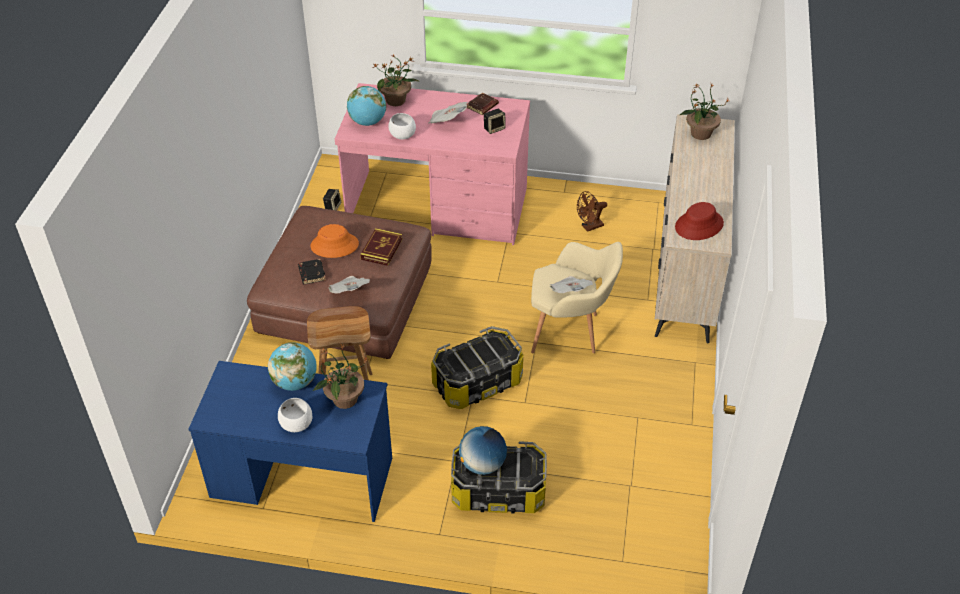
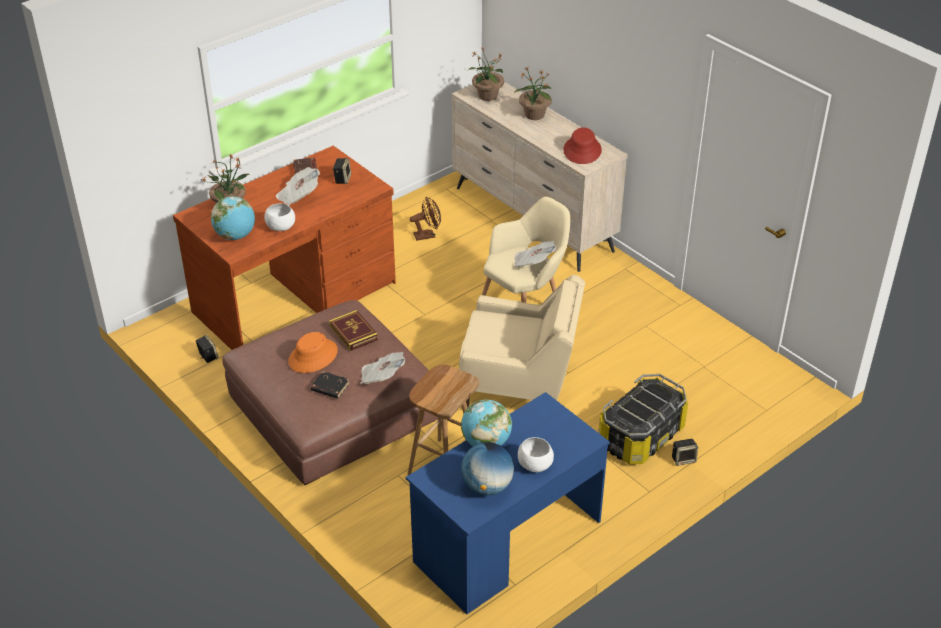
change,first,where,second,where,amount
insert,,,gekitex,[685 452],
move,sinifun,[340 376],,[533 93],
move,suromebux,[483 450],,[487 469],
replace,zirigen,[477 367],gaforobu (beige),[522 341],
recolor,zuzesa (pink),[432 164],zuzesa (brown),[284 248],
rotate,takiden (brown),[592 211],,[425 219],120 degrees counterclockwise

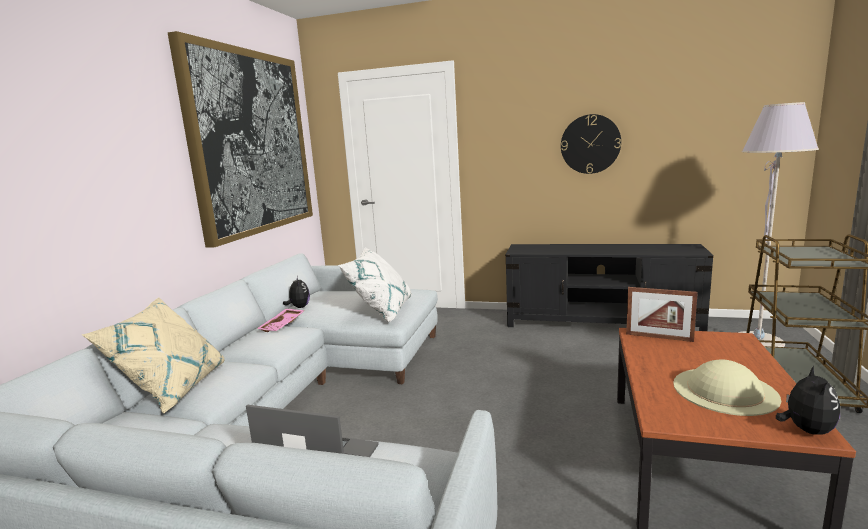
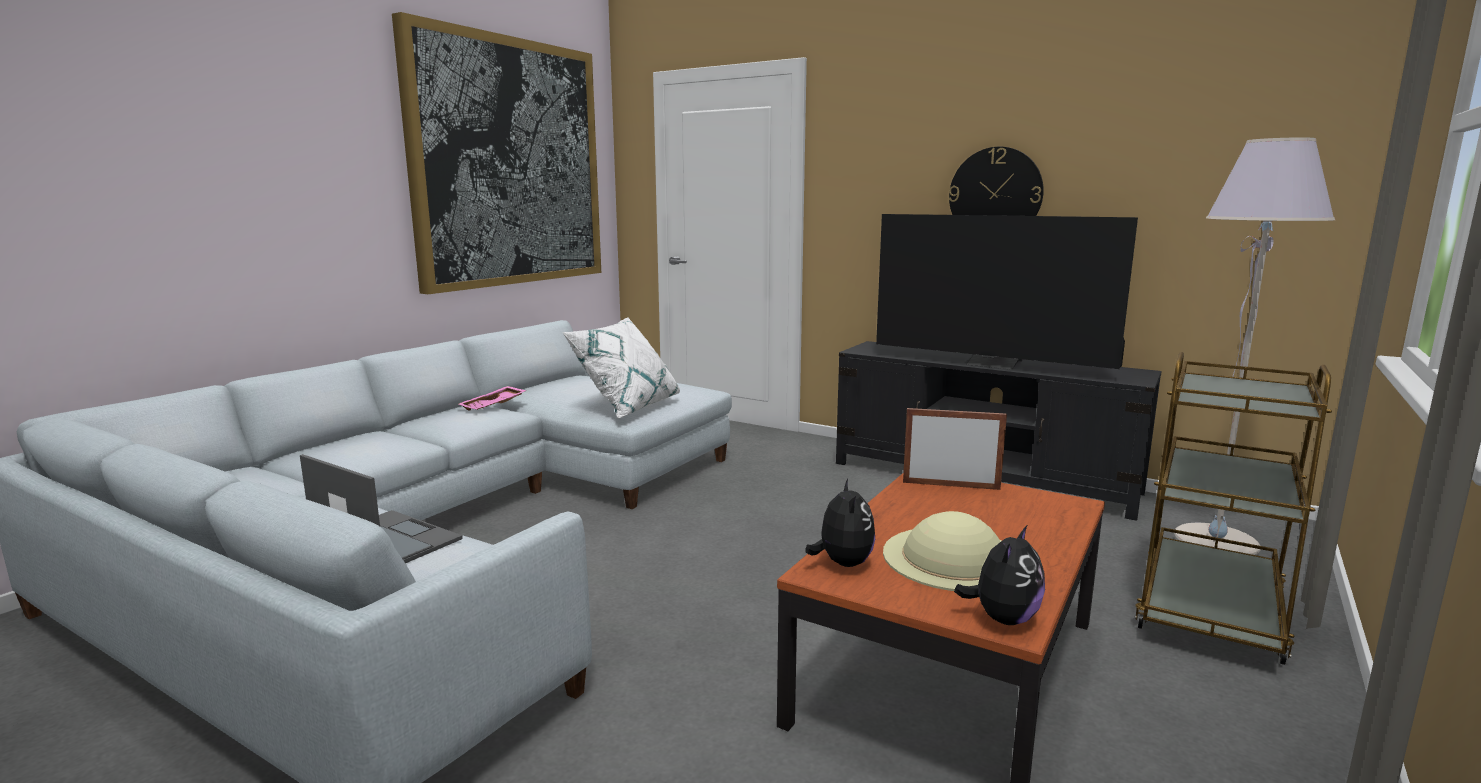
change,first,where,second,where,amount
delete,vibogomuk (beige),[153 355],,,
insert,,,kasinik,[1007 292],
move,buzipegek,[296 292],,[840 523],
rotate,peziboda,[662 314],,[955 449],150 degrees clockwise

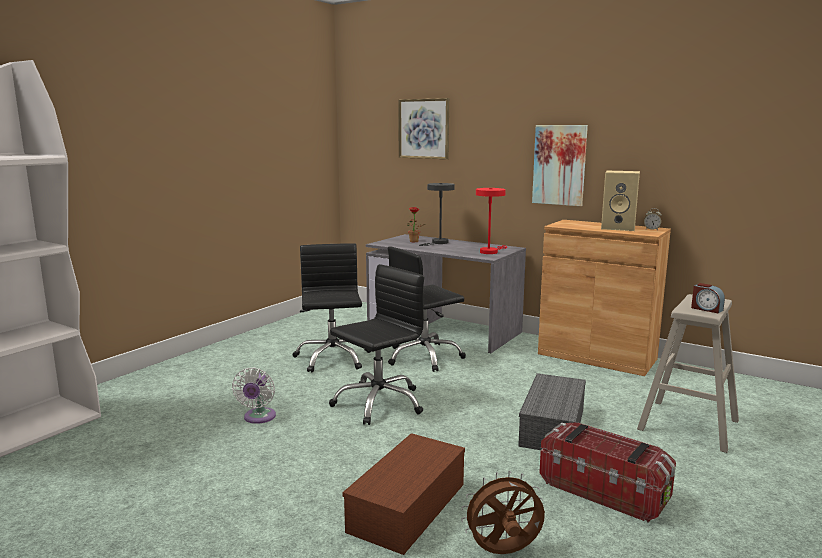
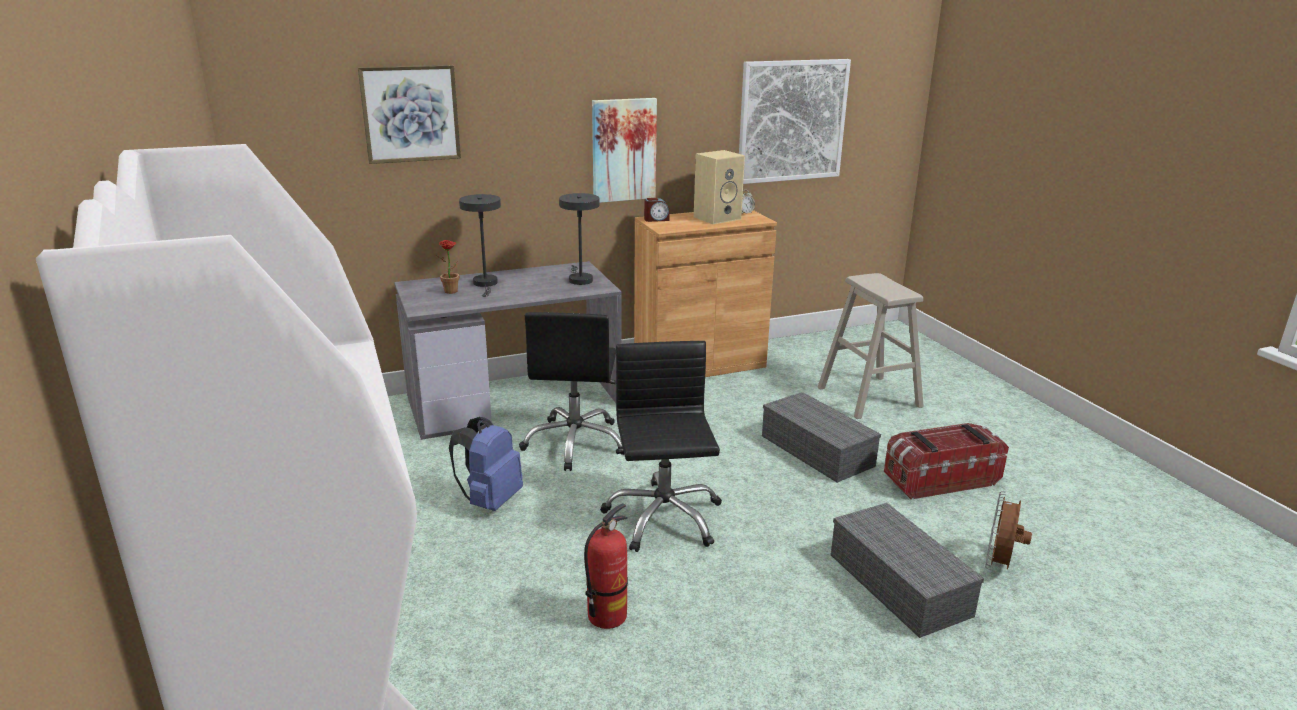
change,first,where,second,where,amount
insert,,,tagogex,[795 121],
move,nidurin,[708 298],,[657 210],
replace,takiden (white),[254 396],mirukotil,[606 566],
replace,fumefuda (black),[331 308],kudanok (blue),[486 464],
recolor,zirigen (brown),[403 494],zirigen (grey),[907 570],
recolor,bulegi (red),[491 221],bulegi (grey),[579 239],

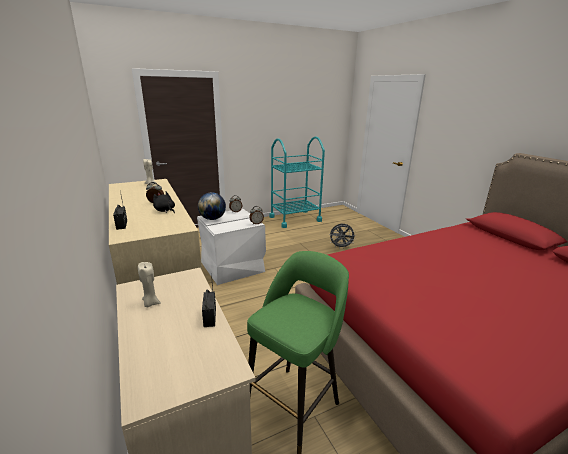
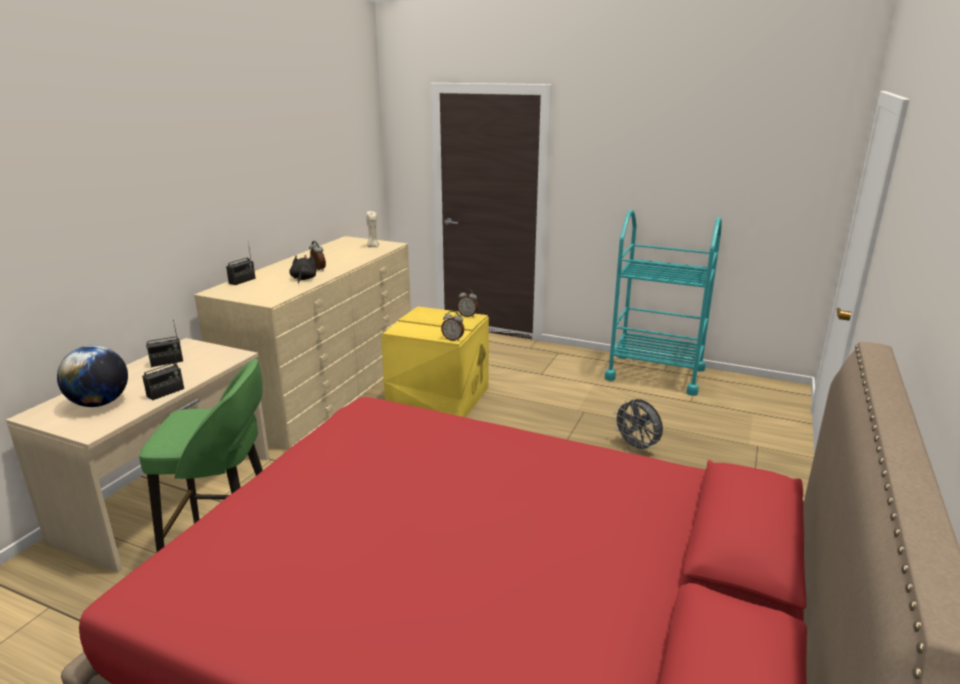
change,first,where,second,where,amount
move,suromebux,[212 206],,[92 376],
replace,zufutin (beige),[149 284],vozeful,[164 343],
recolor,zirigen (white),[231 247],zirigen (yellow),[435 361],

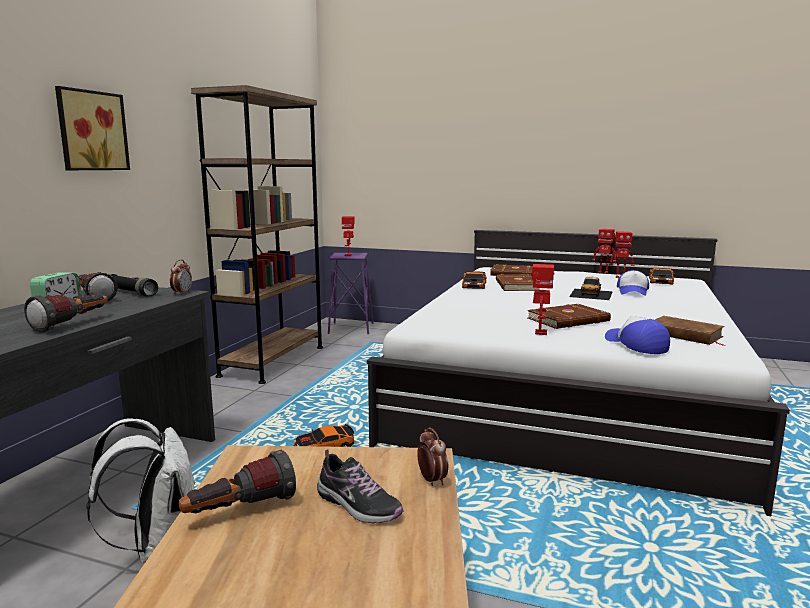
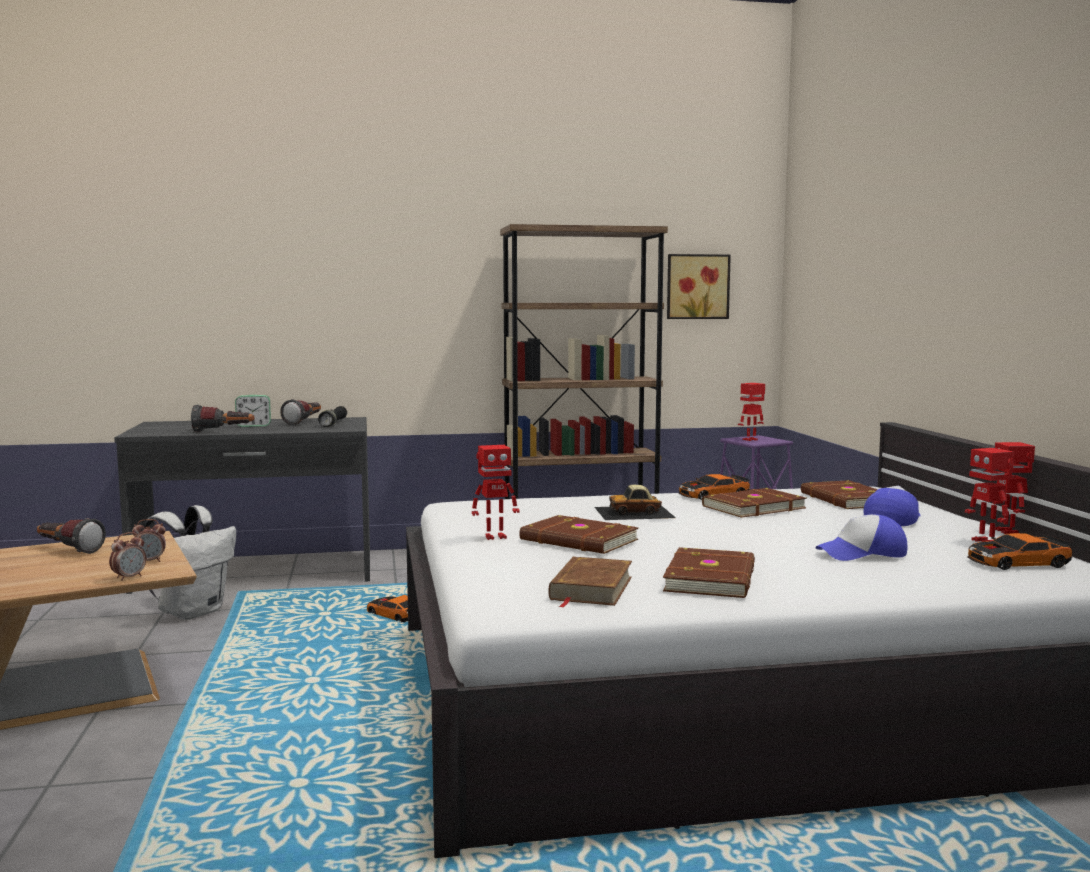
change,first,where,second,where,amount
delete,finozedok,[360 486],,,
insert,,,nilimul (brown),[709 573],
move,tagogex,[92 128],,[699 286],
move,nidurin,[181 277],,[149 540],
move,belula,[591 288],,[635 502],
move,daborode,[637 335],,[892 506],

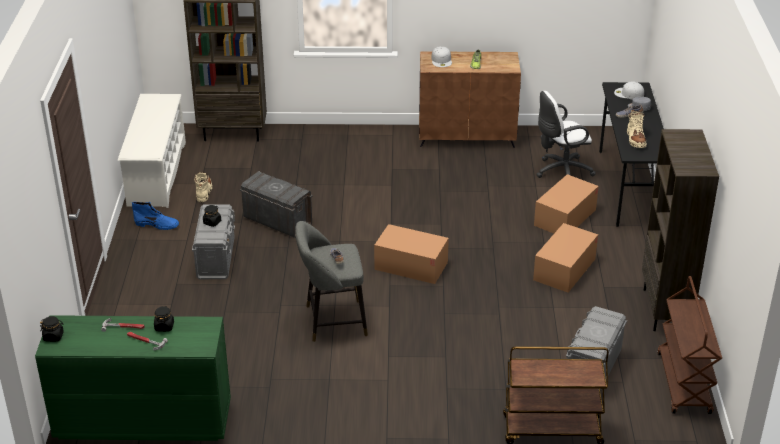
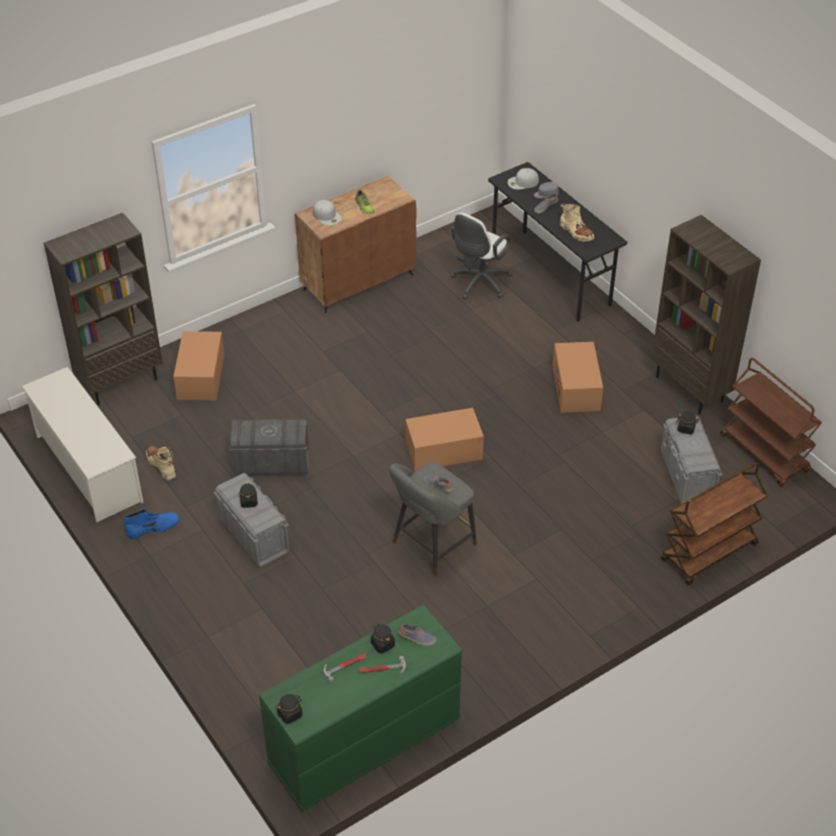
change,first,where,second,where,amount
insert,,,finozedok,[418 634],
insert,,,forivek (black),[688 423],
move,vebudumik,[566 204],,[198 365],

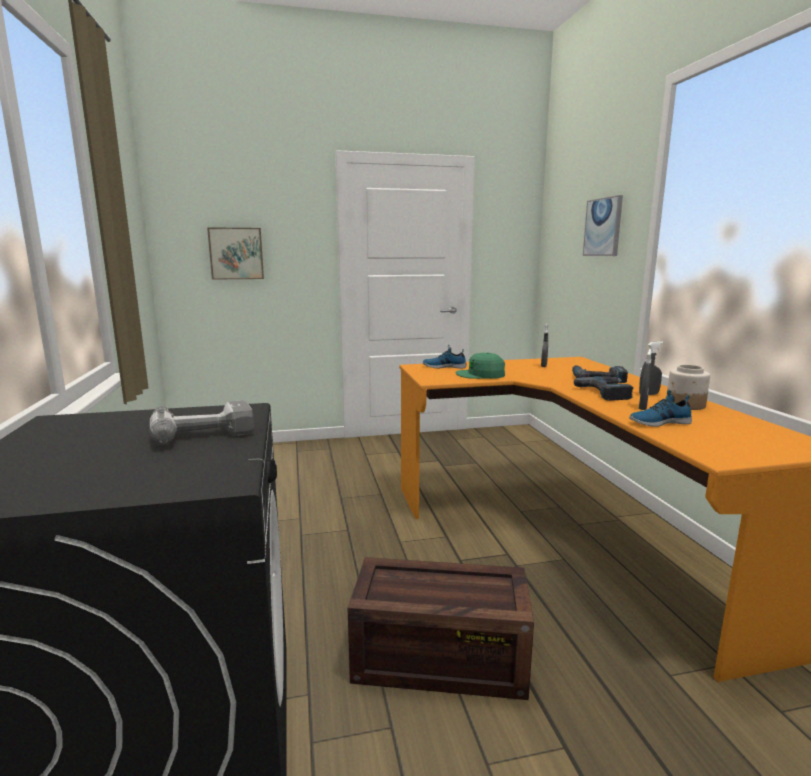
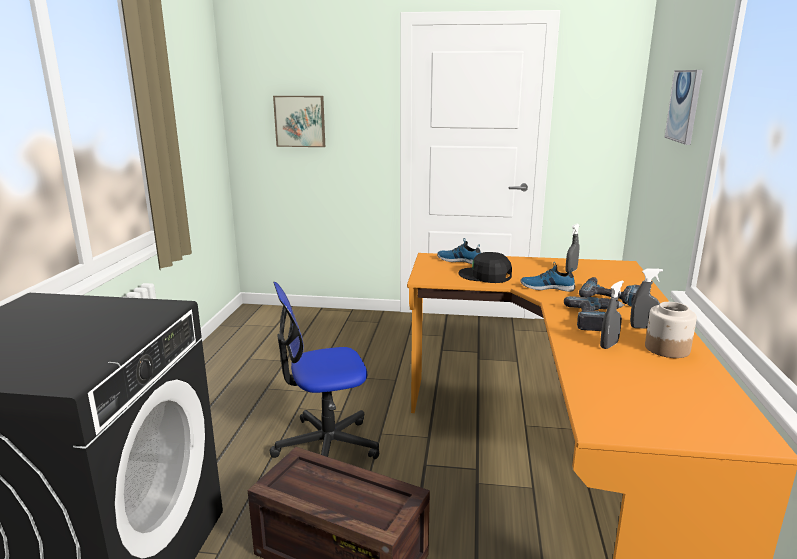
change,first,where,second,where,amount
delete,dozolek,[201 422],,,
insert,,,fumefuda,[324 370],
move,finozedok,[660 408],,[547 277],
recolor,daborode (green),[480 366],daborode (black),[485 267],

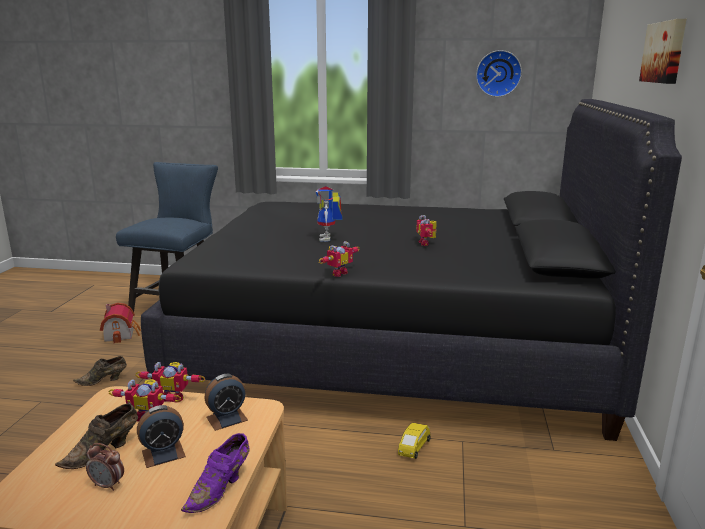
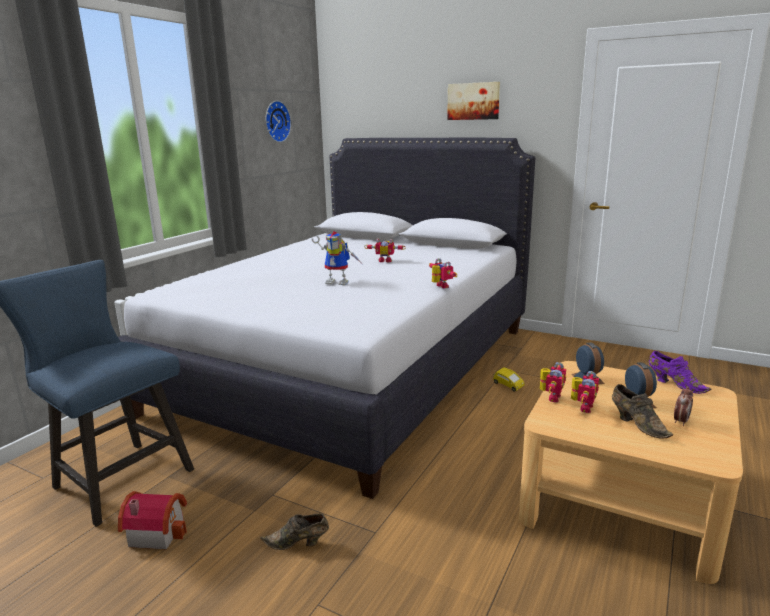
change,first,where,second,where,amount
recolor,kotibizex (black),[411 270],kotibizex (white),[326 318],
rotate,finozedok (brown),[100 371],,[294 531],90 degrees clockwise

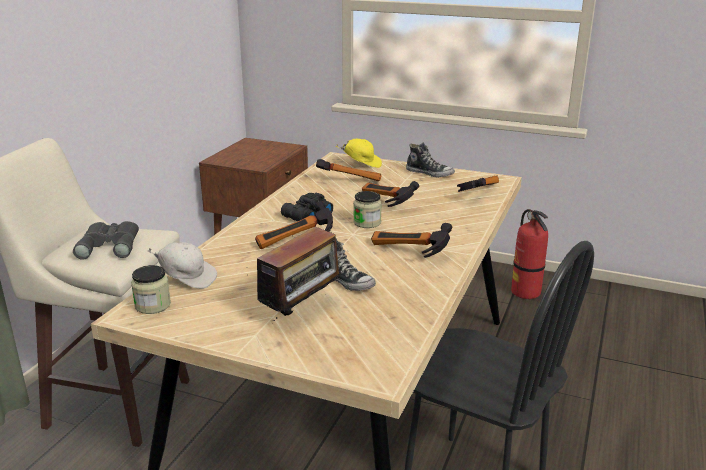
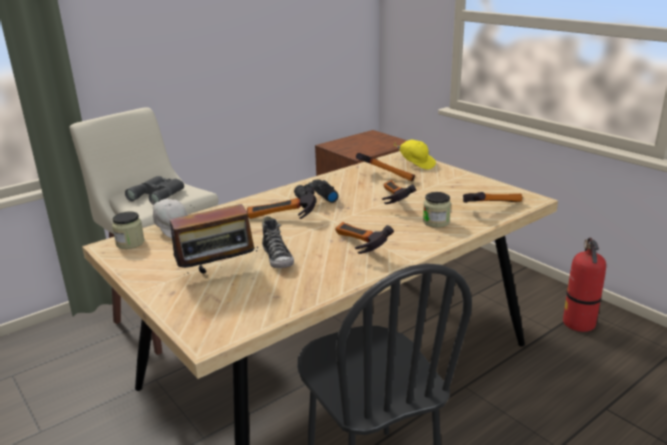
change,first,where,second,where,amount
delete,finozedok,[430 160],,,
move,forivek,[367 209],,[437 210],

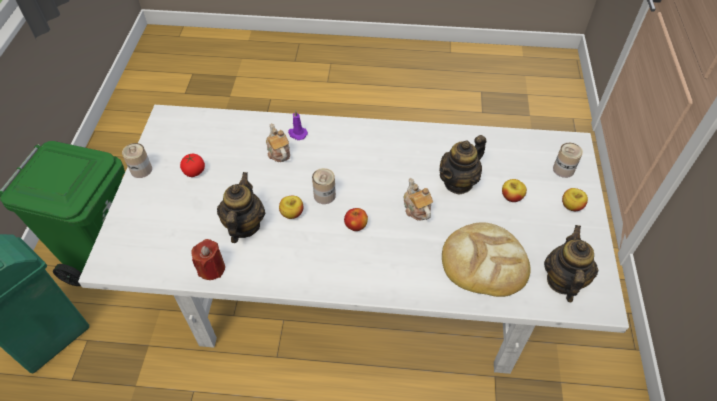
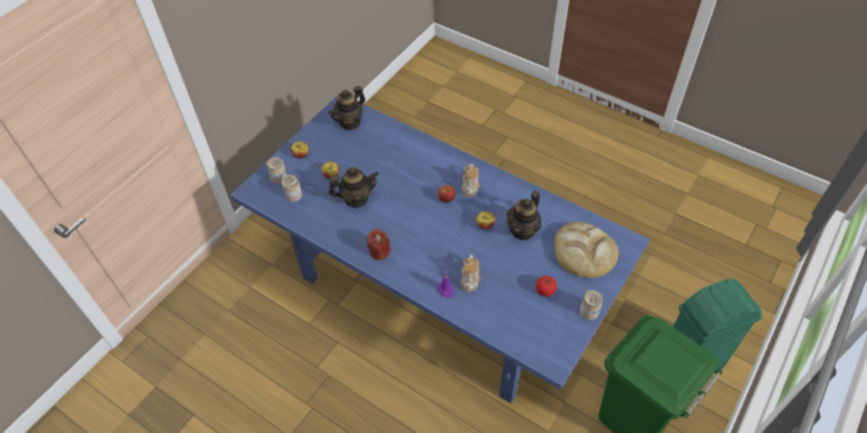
change,first,where,second,where,amount
move,zufutin (red),[208 259],,[378 244],
move,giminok,[324 186],,[291 188],
move,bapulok,[418 199],,[471 180],
move,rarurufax,[486 259],,[586 250],
recolor,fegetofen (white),[353 239],fegetofen (blue),[440 248],

